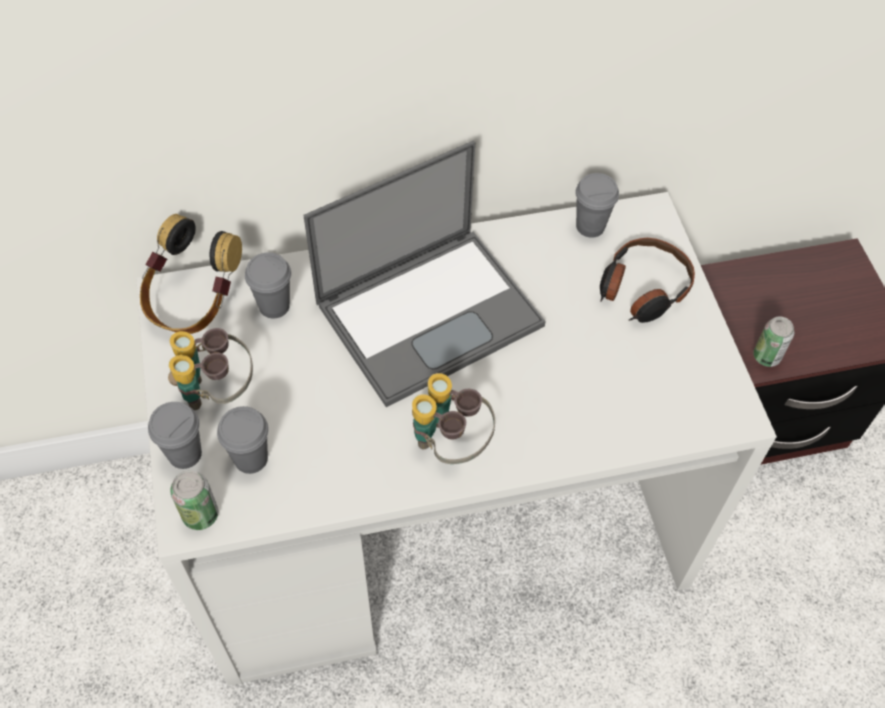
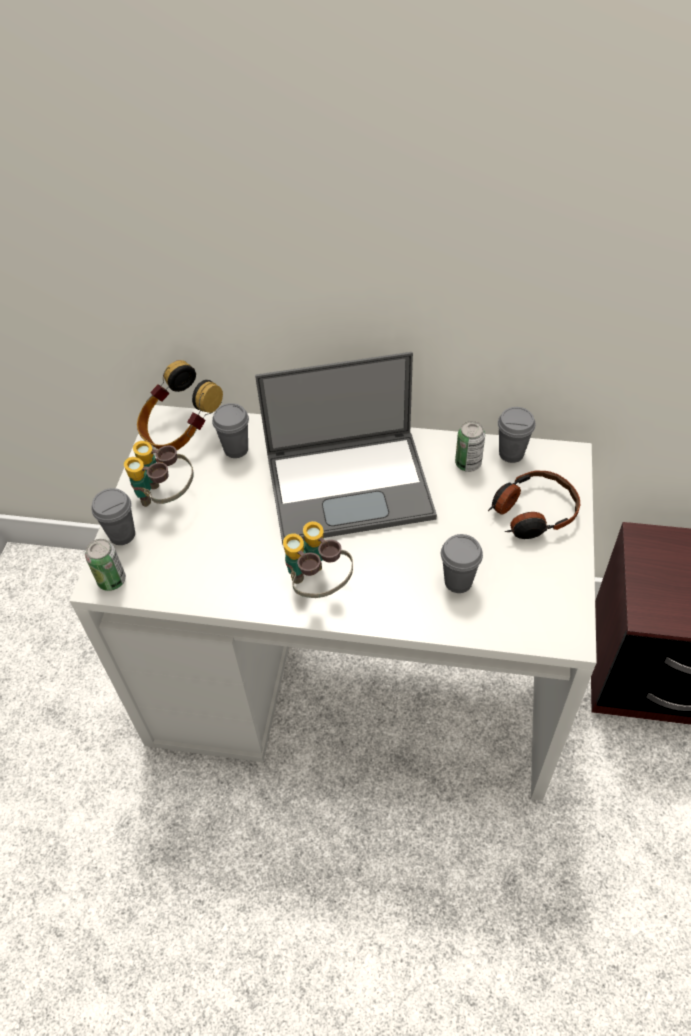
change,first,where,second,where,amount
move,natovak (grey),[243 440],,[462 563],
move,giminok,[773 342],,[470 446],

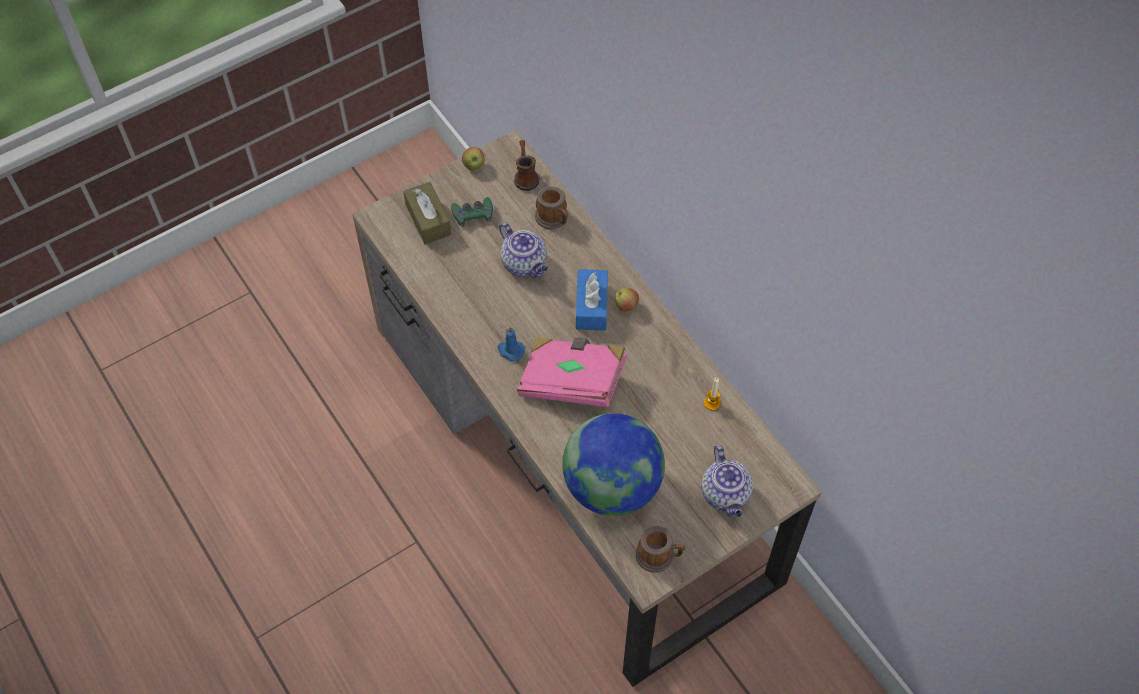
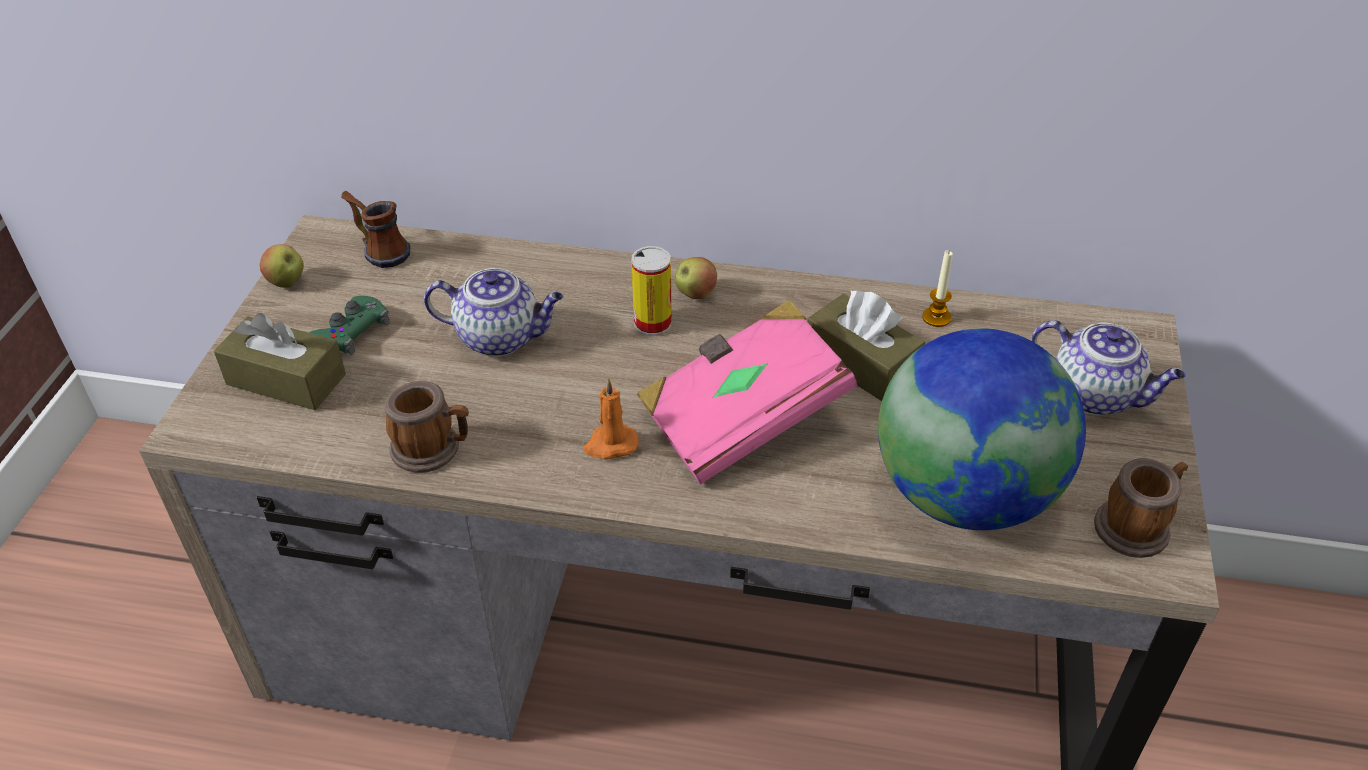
change,first,where,second,where,amount
insert,,,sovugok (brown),[866 345],
move,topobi,[551 207],,[426 427],
replace,sovugok (blue),[592 299],giminok,[651 291],
recolor,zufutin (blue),[511 344],zufutin (orange),[611 418],

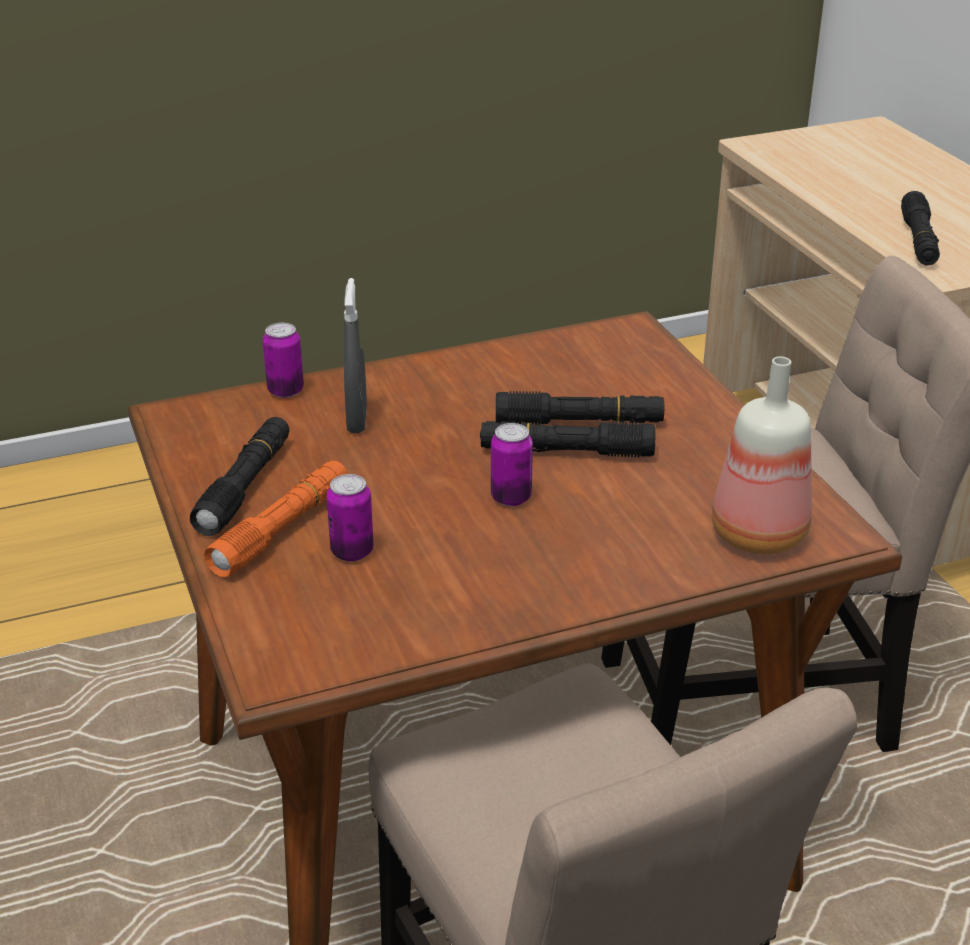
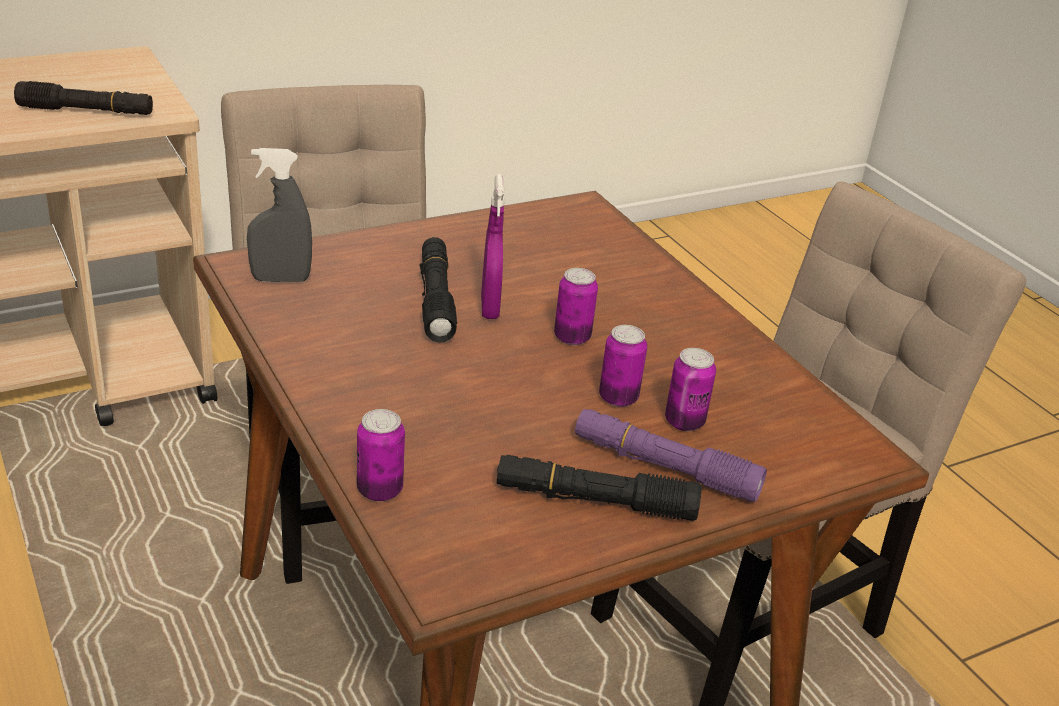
change,first,where,second,where,amount
delete,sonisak,[762 455],,,
insert,,,giminok,[623 366],
move,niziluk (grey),[355 355],,[279 215],
replace,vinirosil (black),[568 439],niziluk (purple),[493 246],
recolor,vinirosil (orange),[276 519],vinirosil (purple),[671 455],

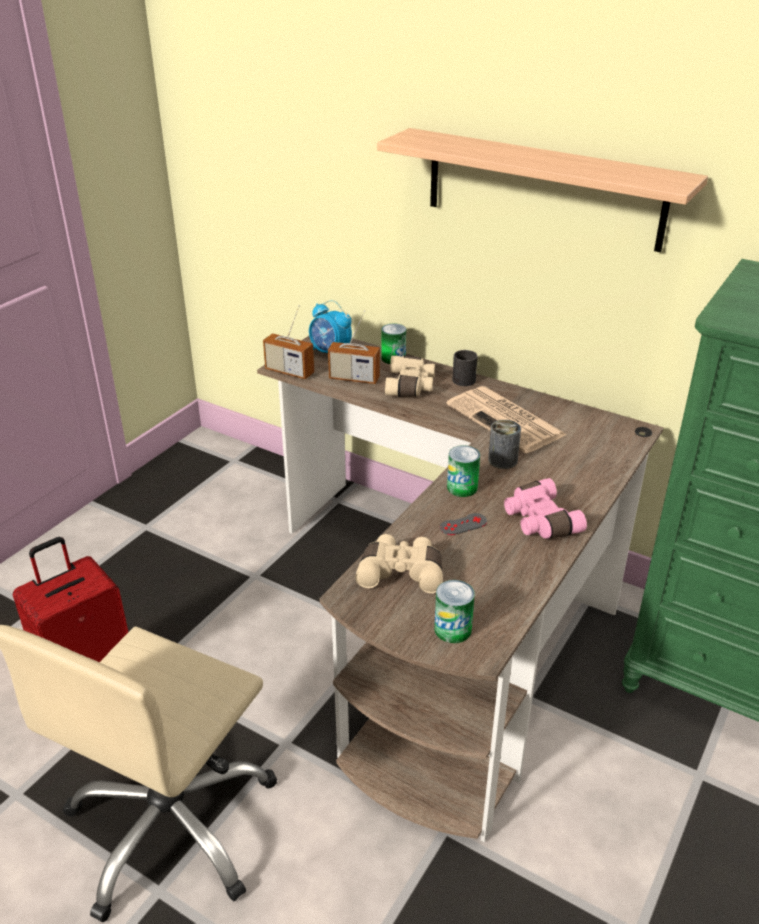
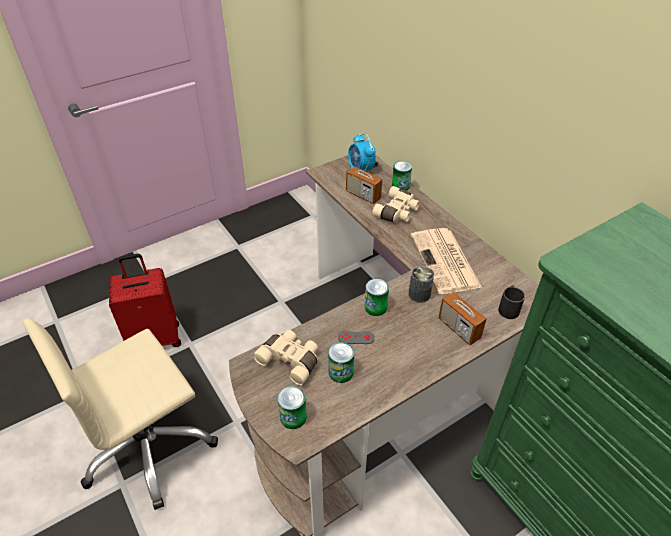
change,first,where,second,where,amount
delete,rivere,[542 190],,,
delete,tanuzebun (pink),[545 508],,,
insert,,,giminok,[341 362],
move,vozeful,[288 342],,[463 314],
move,topobi (black),[465 368],,[511 302],

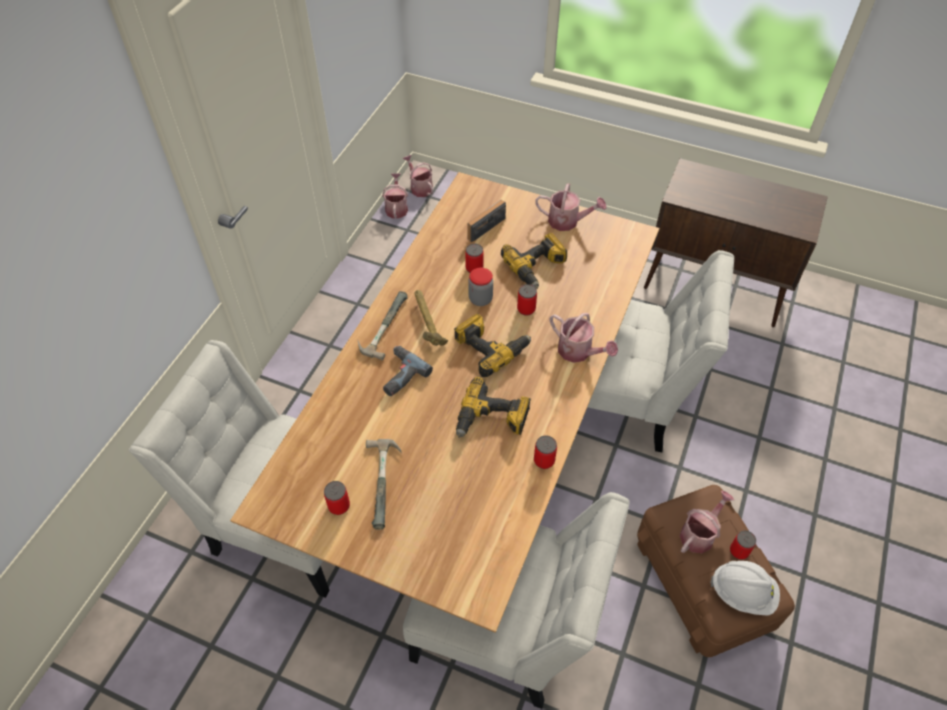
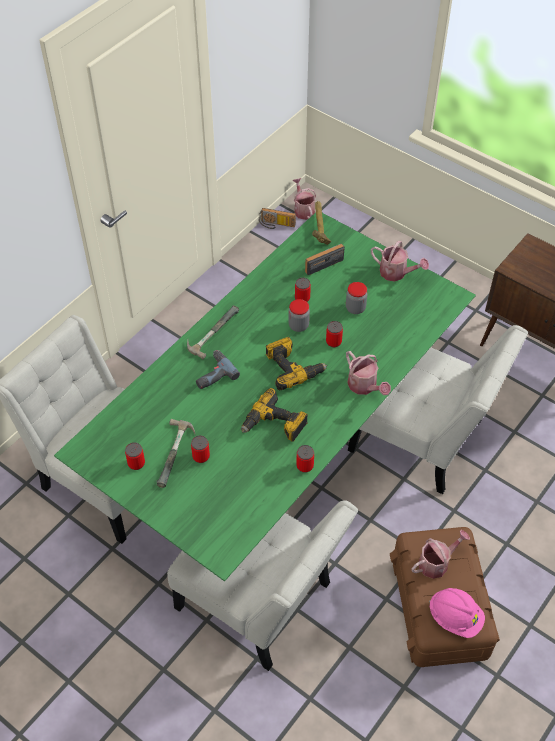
change,first,where,second,where,amount
move,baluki,[431 318],,[321 223],
move,giminok,[743 544],,[200 449],
replace,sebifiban,[395 196],vozeful,[277 218],
replace,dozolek,[534 261],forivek,[356 298],
recolor,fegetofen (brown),[445 402],fegetofen (green),[265 396],
recolor,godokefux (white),[745 588],godokefux (pink),[457 613],

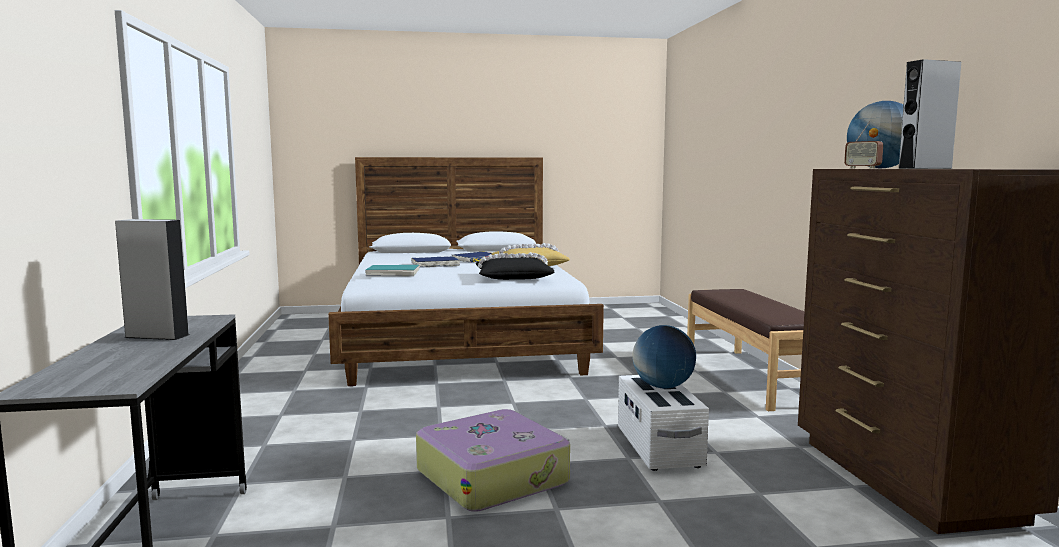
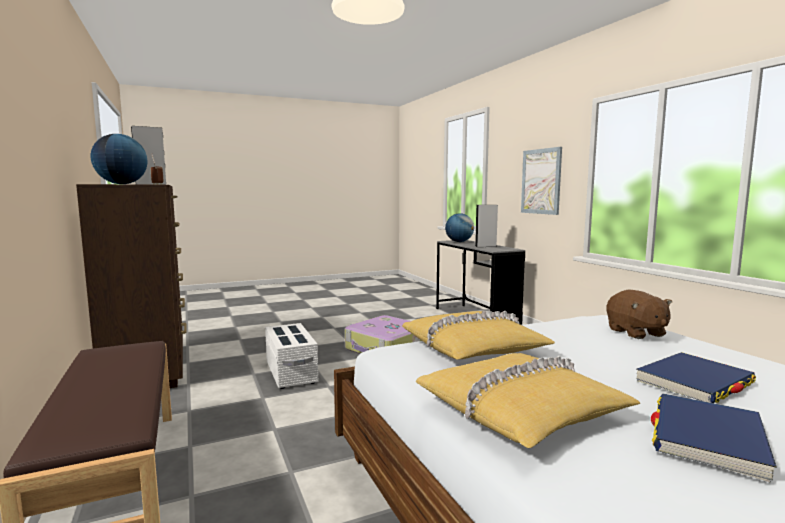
change,first,where,second,where,amount
insert,,,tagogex,[541 181],
move,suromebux,[664 357],,[459 227],
replace,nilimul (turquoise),[392 270],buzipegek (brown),[639 314],
recolor,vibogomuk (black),[515 266],vibogomuk (yellow),[478 335],

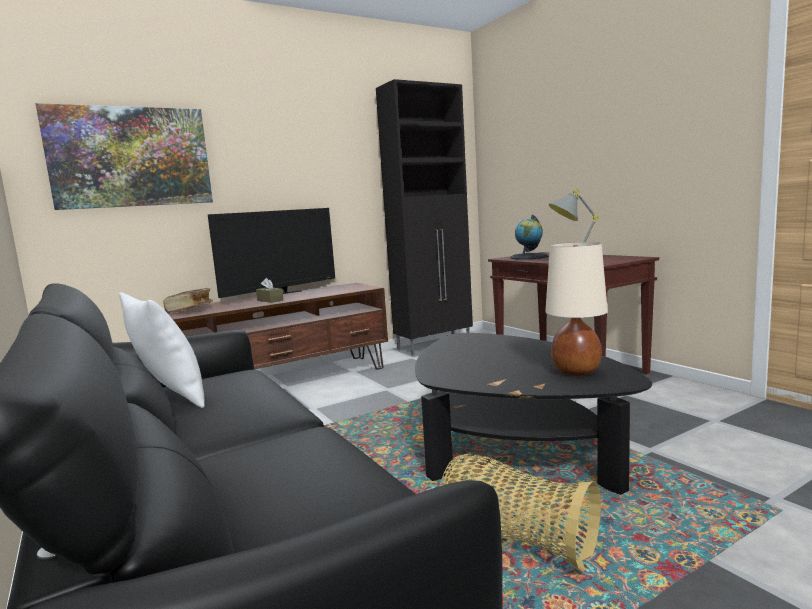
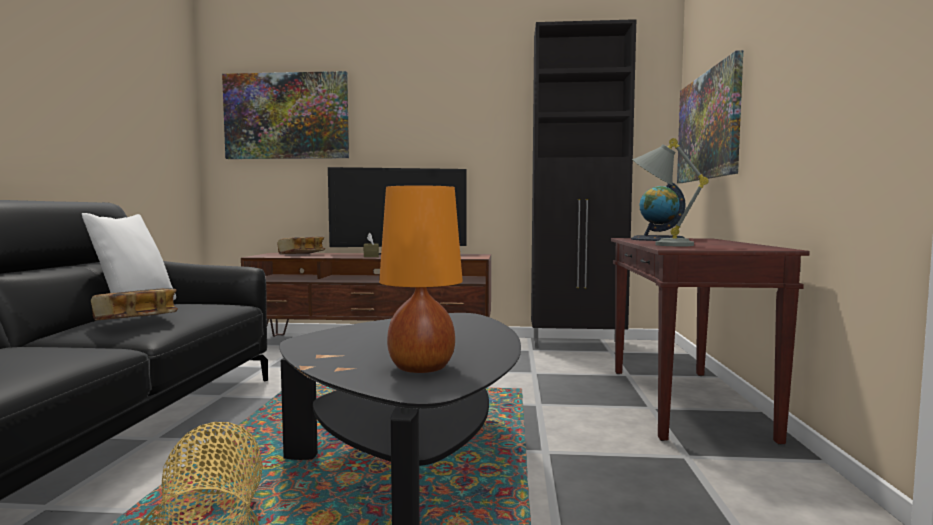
change,first,where,second,where,amount
insert,,,nilimul,[134 304],
insert,,,tagogex,[710 116],
recolor,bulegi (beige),[576 309],bulegi (orange),[421 279],

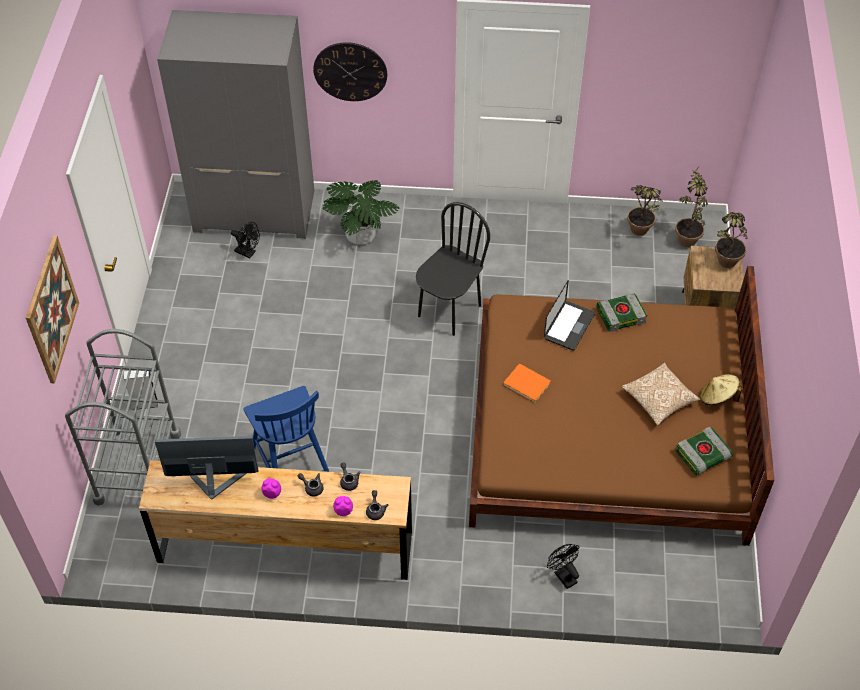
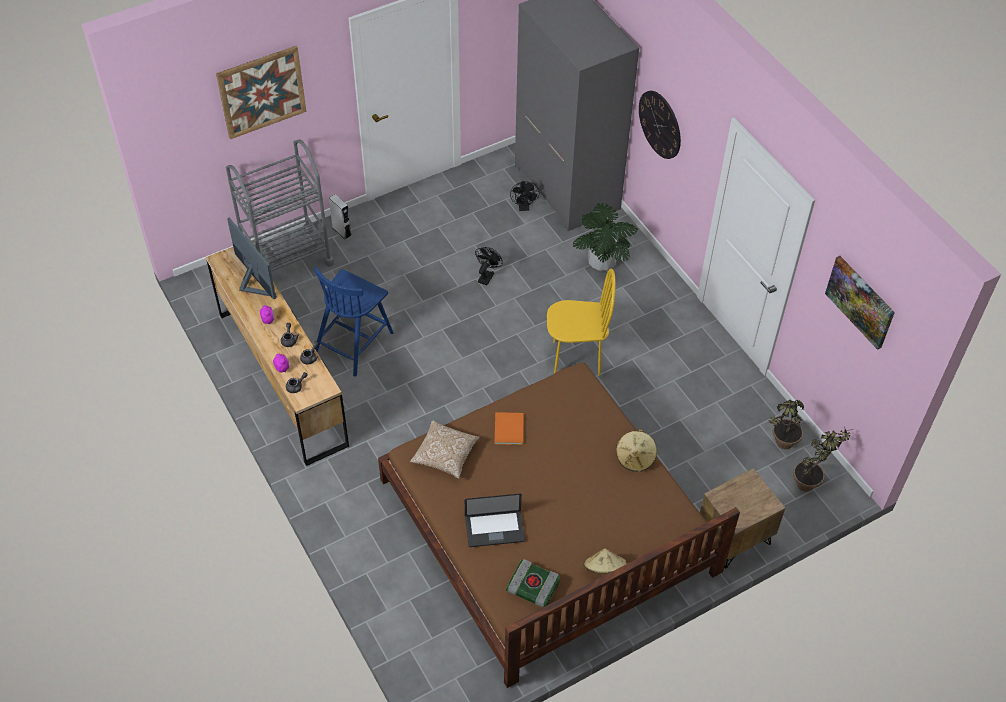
change,first,where,second,where,amount
delete,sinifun,[731 240],,,
insert,,,tagogex,[860 303],
move,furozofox,[569 315],,[495 520],
move,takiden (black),[563 566],,[489 266],
move,vibogomuk,[661 394],,[445 449],
replace,nilimul,[622 312],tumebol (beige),[636 450],
recolor,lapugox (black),[453 269],lapugox (yellow),[581 322],

